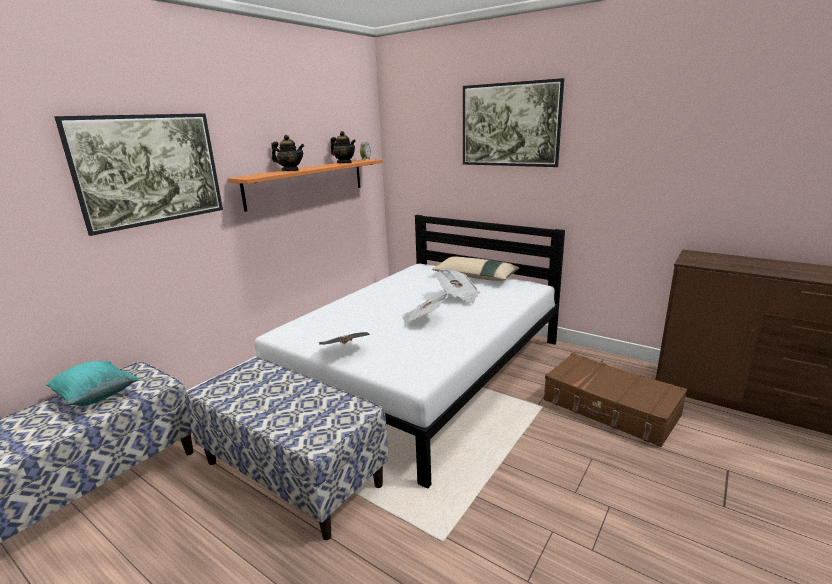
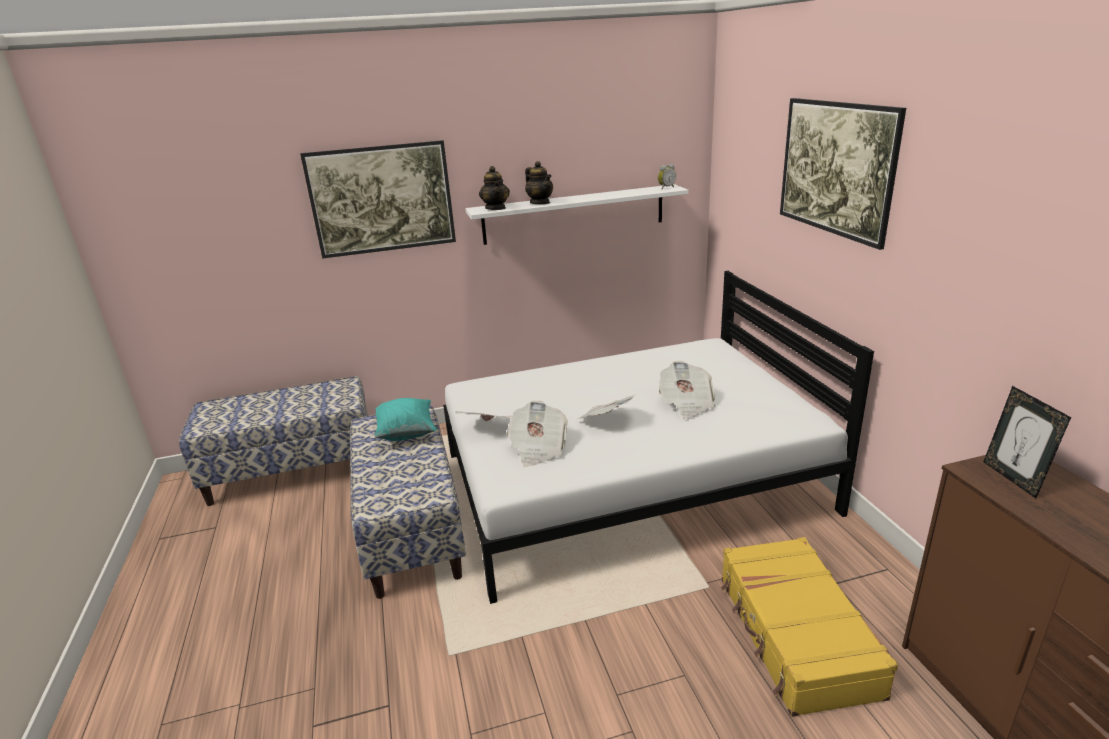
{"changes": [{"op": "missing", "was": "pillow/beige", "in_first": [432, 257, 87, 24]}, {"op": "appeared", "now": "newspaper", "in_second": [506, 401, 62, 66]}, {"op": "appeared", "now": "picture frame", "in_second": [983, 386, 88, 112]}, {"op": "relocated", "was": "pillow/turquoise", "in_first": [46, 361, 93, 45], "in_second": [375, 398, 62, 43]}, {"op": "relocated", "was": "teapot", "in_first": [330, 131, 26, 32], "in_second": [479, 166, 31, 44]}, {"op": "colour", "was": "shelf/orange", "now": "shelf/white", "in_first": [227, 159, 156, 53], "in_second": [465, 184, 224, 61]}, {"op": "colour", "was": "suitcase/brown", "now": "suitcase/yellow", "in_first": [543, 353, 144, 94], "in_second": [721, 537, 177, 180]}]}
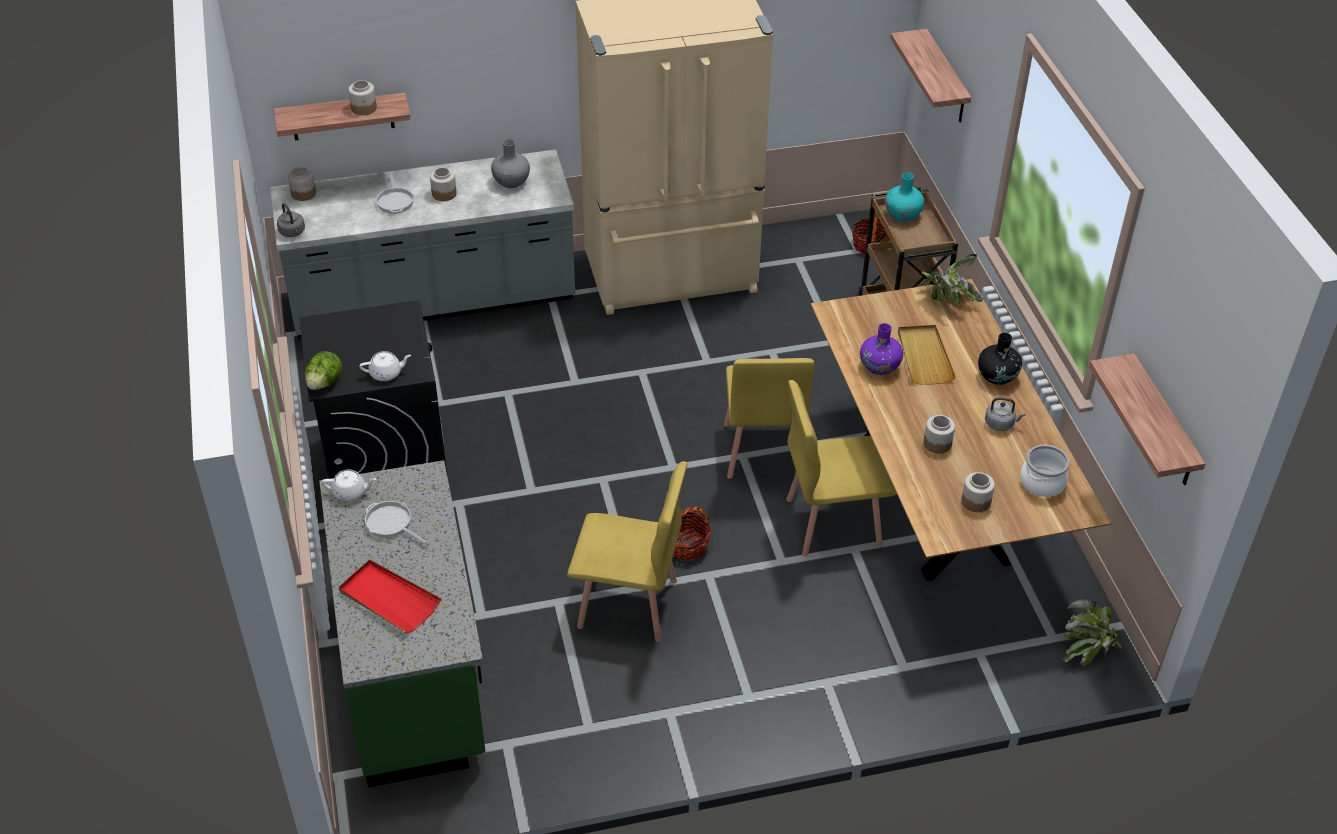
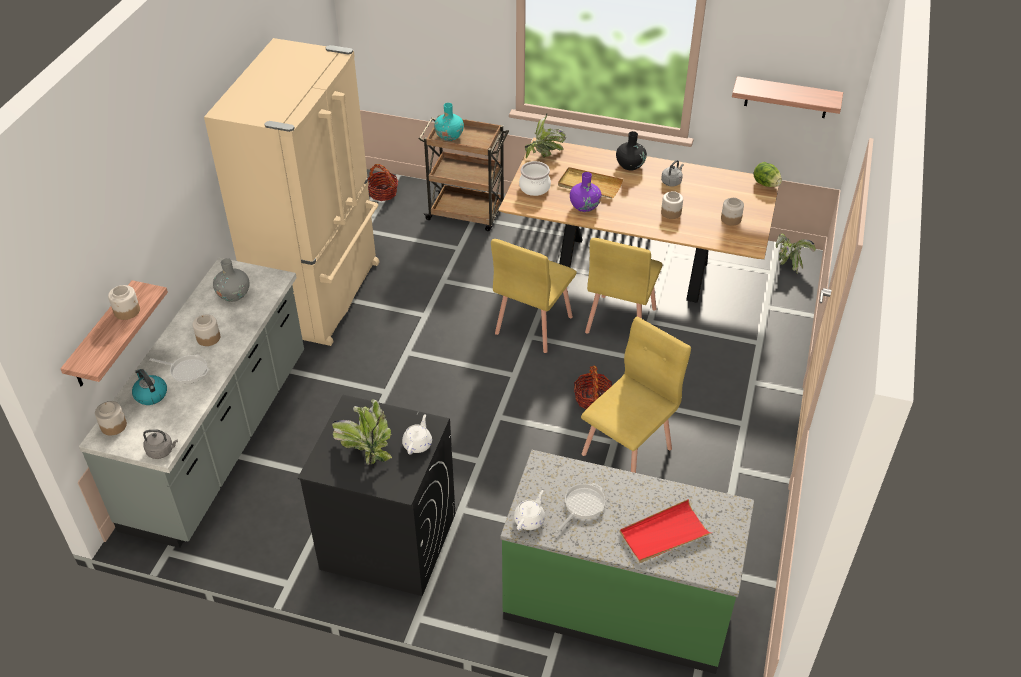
{"changes": [{"op": "missing", "was": "shelf", "in_first": [890, 29, 81, 93]}, {"op": "appeared", "now": "kettle", "in_second": [132, 369, 35, 36]}, {"op": "appeared", "now": "potted plant", "in_second": [332, 399, 60, 66]}, {"op": "relocated", "was": "lettuce", "in_first": [305, 351, 37, 39], "in_second": [754, 162, 28, 25]}, {"op": "relocated", "was": "cooking pot", "in_first": [1020, 445, 50, 52], "in_second": [519, 161, 32, 35]}, {"op": "spun", "was": "frying pan", "in_first": [365, 501, 65, 45], "in_second": [555, 483, 50, 51], "clockwise": 150}, {"op": "spun", "was": "chair/yellow", "in_first": [724, 358, 91, 121], "in_second": [491, 239, 86, 114], "clockwise": 90}]}
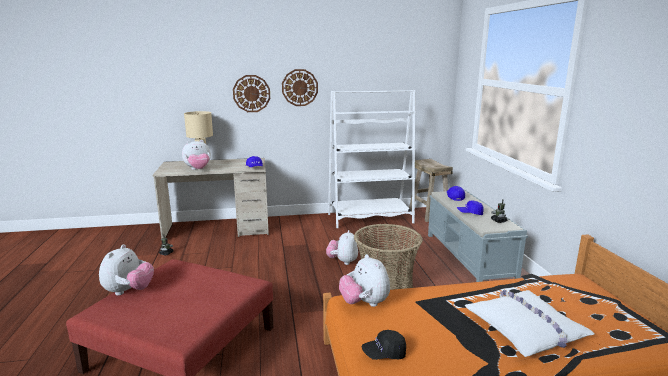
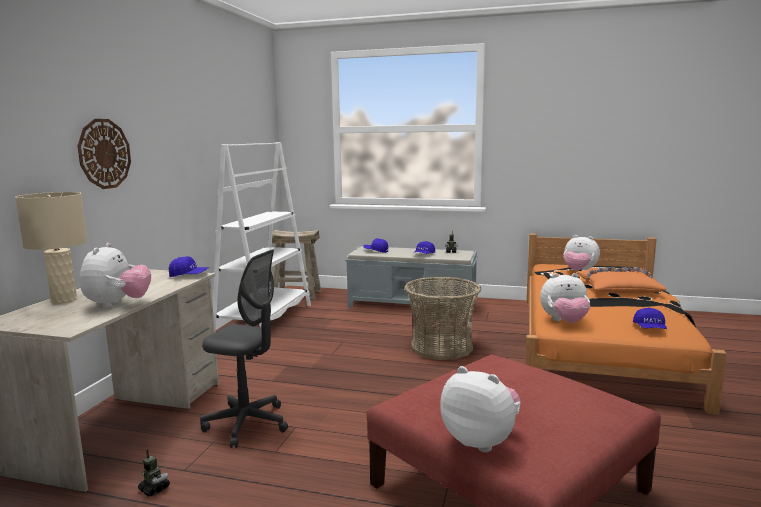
{"changes": [{"op": "missing", "was": "wall clock", "in_first": [282, 69, 36, 37]}, {"op": "appeared", "now": "office chair/grey", "in_second": [200, 249, 88, 199]}, {"op": "relocated", "was": "plush toy", "in_first": [326, 230, 32, 35], "in_second": [563, 235, 37, 36]}, {"op": "colour", "was": "cap/black", "now": "cap/blue", "in_first": [362, 330, 44, 30], "in_second": [633, 308, 34, 21]}, {"op": "colour", "was": "pillow/white", "now": "pillow/orange", "in_first": [465, 290, 130, 67], "in_second": [577, 267, 89, 27]}]}
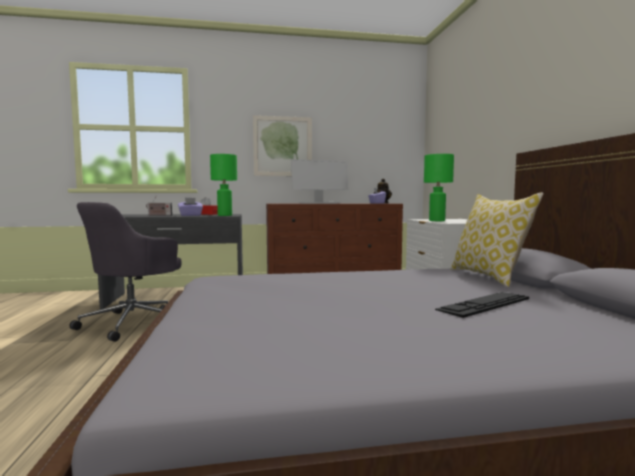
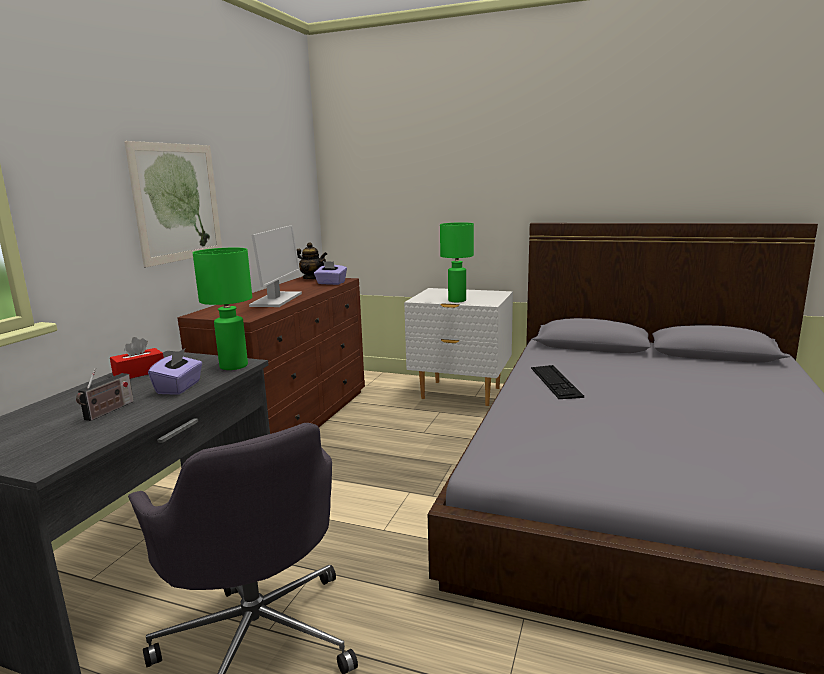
{"changes": [{"op": "missing", "was": "pillow", "in_first": [451, 192, 93, 95]}, {"op": "relocated", "was": "keyboard", "in_first": [435, 292, 94, 26], "in_second": [531, 365, 53, 34]}]}
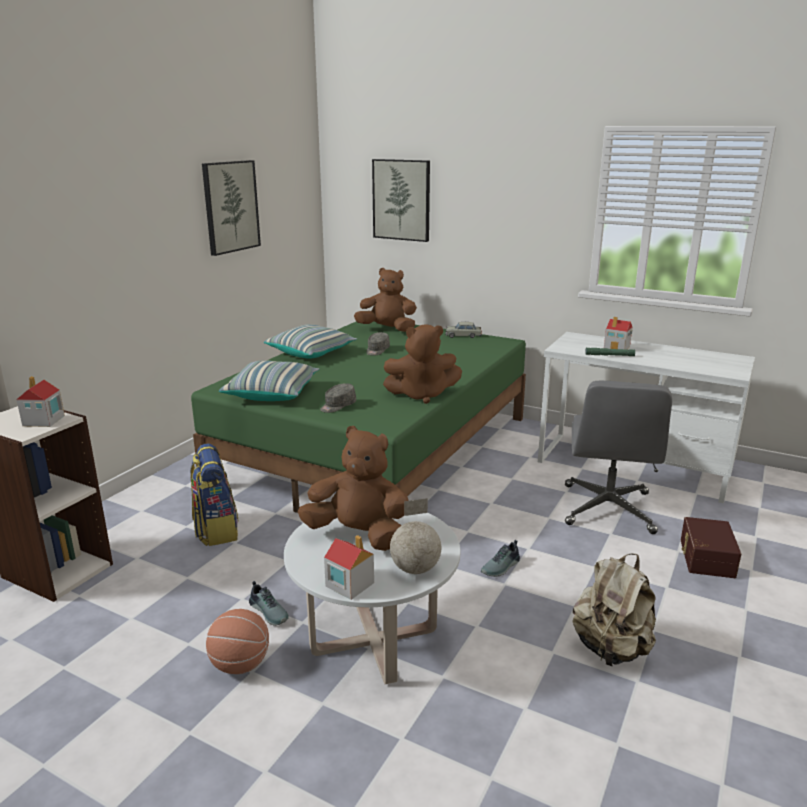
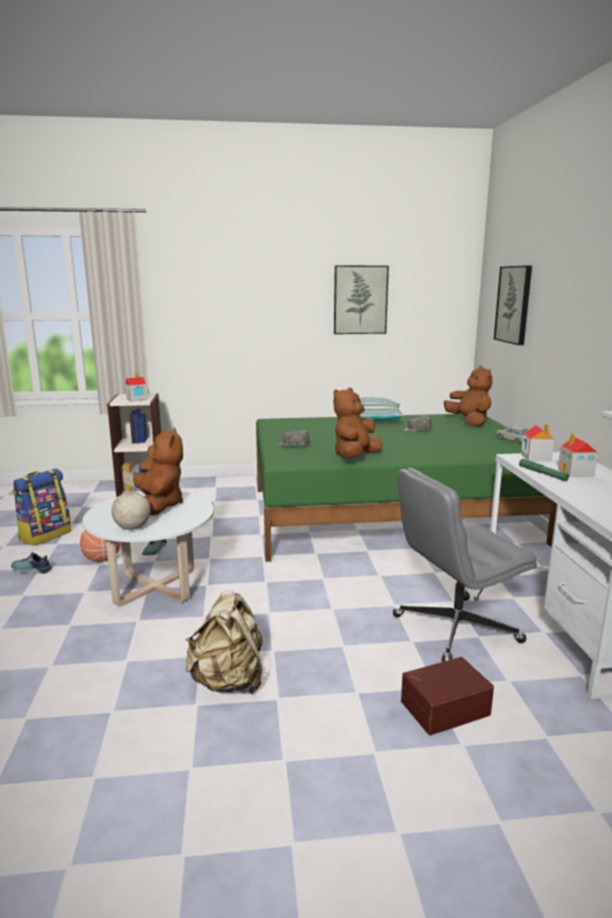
{"changes": [{"op": "missing", "was": "pillow", "in_first": [219, 360, 100, 41]}, {"op": "relocated", "was": "backpack", "in_first": [191, 443, 48, 103], "in_second": [13, 469, 59, 77]}, {"op": "relocated", "was": "toy house", "in_first": [324, 535, 50, 65], "in_second": [521, 424, 33, 38]}, {"op": "relocated", "was": "shoe", "in_first": [481, 540, 39, 37], "in_second": [11, 552, 41, 22]}, {"op": "spun", "was": "plush toy/brown", "in_first": [383, 324, 79, 80], "in_second": [333, 388, 49, 70], "clockwise": 75}]}
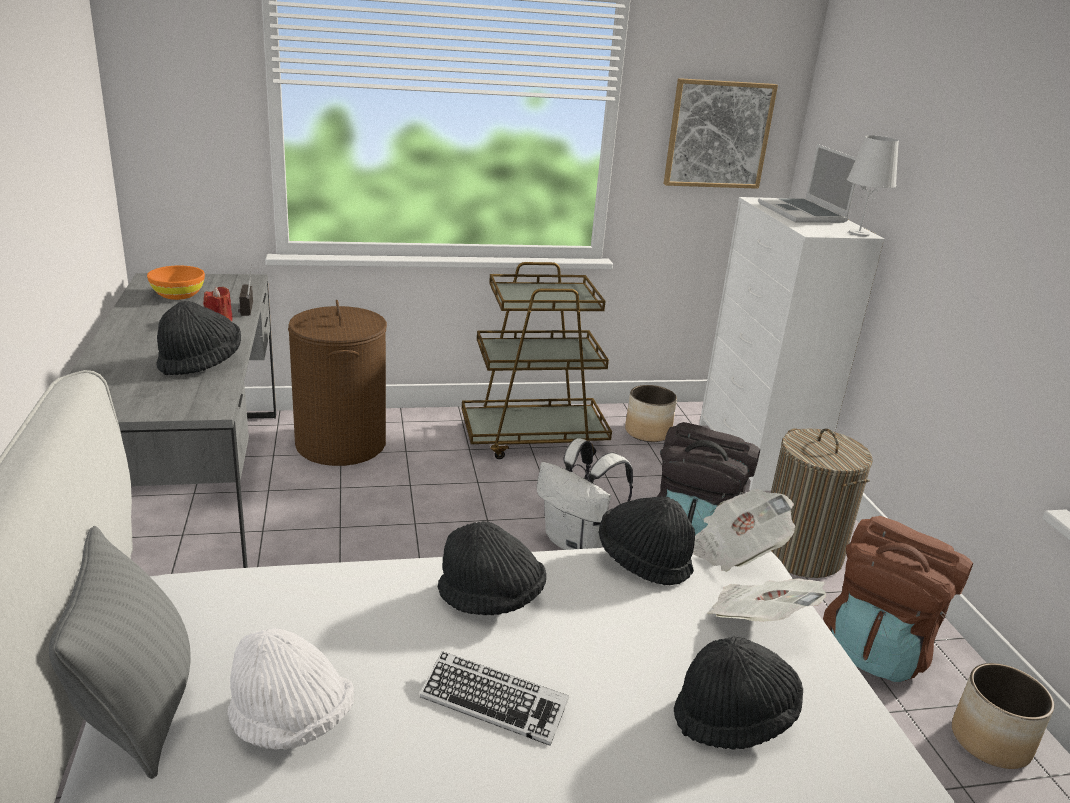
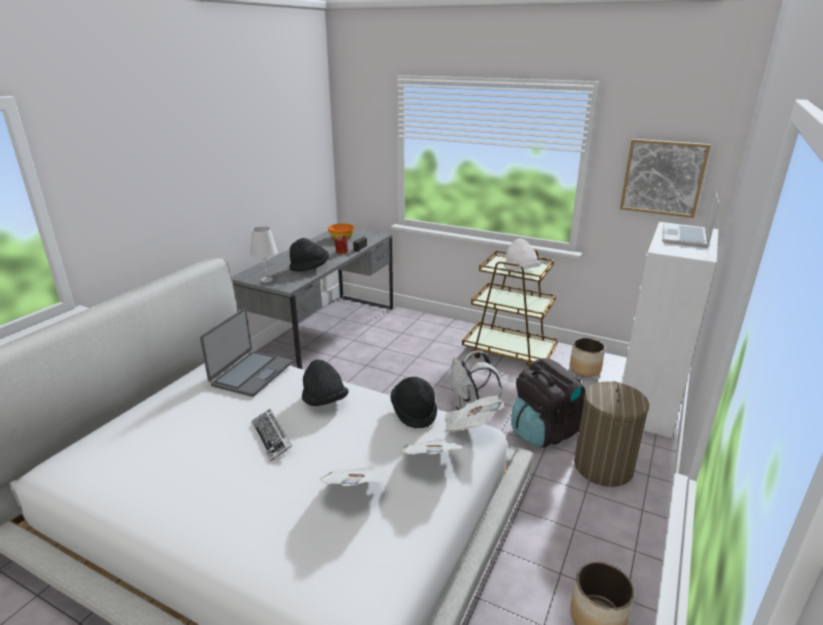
{"changes": [{"op": "missing", "was": "pillow/grey", "in_first": [49, 526, 142, 253]}, {"op": "missing", "was": "laundry basket/brown", "in_first": [288, 300, 99, 166]}, {"op": "missing", "was": "backpack/brown", "in_first": [823, 516, 150, 166]}, {"op": "appeared", "now": "laptop", "in_second": [200, 308, 92, 89]}, {"op": "relocated", "was": "hat/white", "in_first": [228, 629, 126, 121], "in_second": [504, 239, 37, 31]}, {"op": "relocated", "was": "table lamp/white", "in_first": [847, 135, 52, 102], "in_second": [250, 226, 28, 57]}, {"op": "exchanged", "was": "hat/black", "now": "newspaper", "in_first": [674, 636, 129, 114], "in_second": [319, 466, 69, 20]}]}
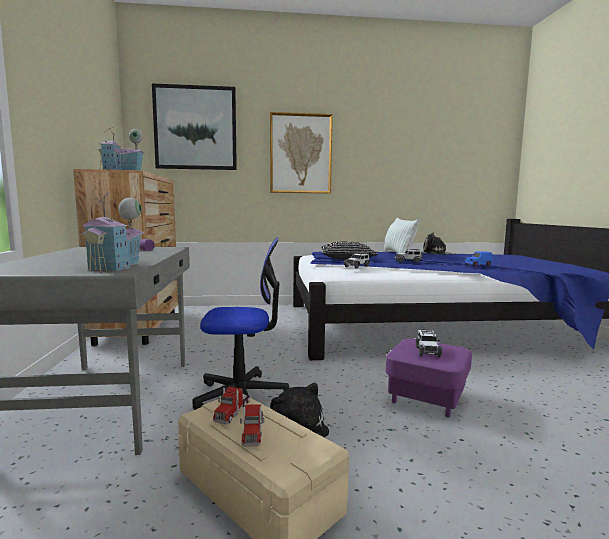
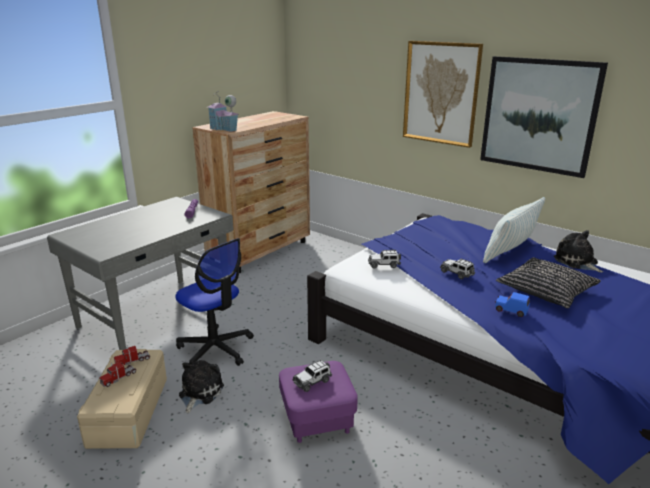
{"changes": [{"op": "missing", "was": "toy house", "in_first": [80, 192, 65, 80]}, {"op": "relocated", "was": "picture", "in_first": [152, 83, 85, 87], "in_second": [480, 56, 128, 122]}, {"op": "relocated", "was": "pillow/black", "in_first": [321, 242, 57, 18], "in_second": [496, 257, 105, 51]}]}
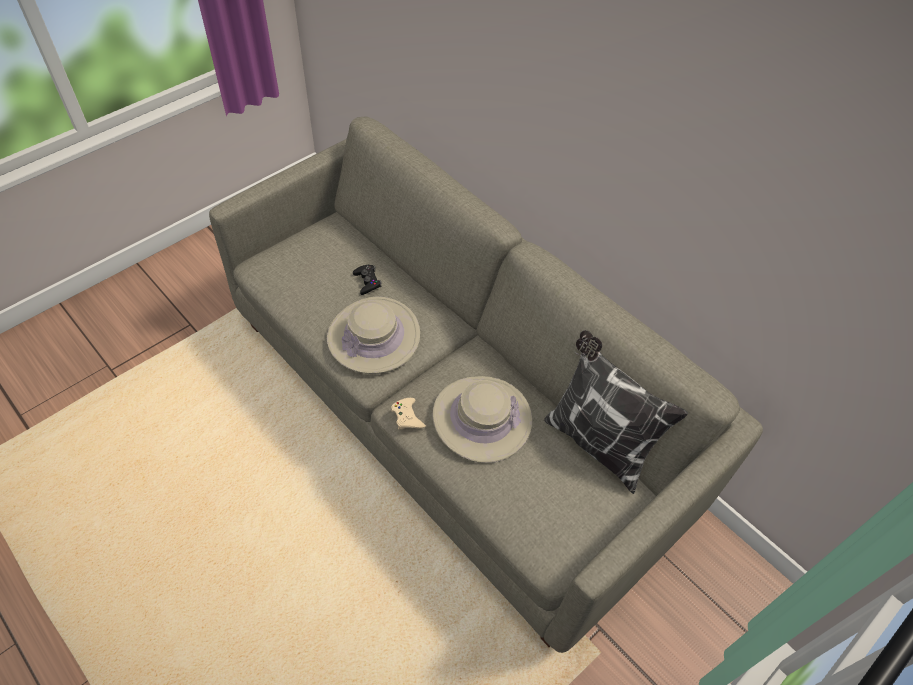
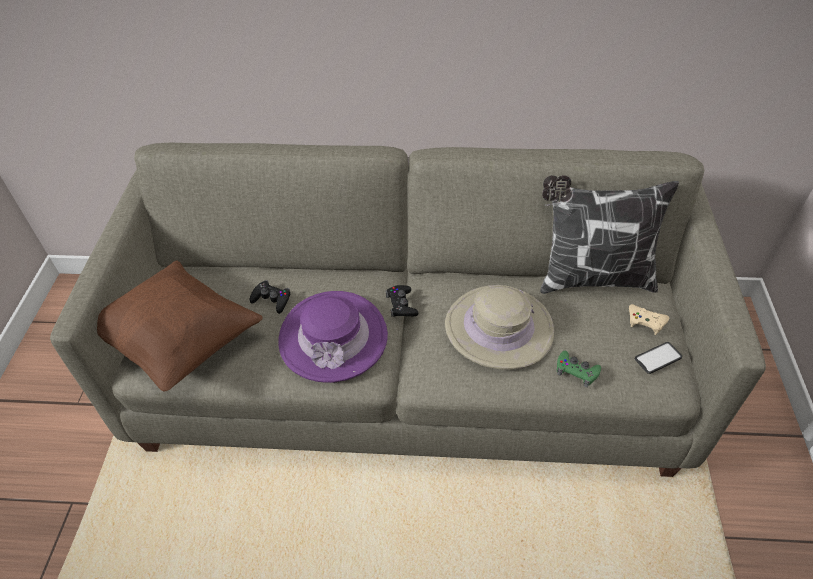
{"changes": [{"op": "appeared", "now": "pillow/brown", "in_second": [97, 261, 166, 130]}, {"op": "appeared", "now": "game controller/black", "in_second": [386, 285, 32, 32]}, {"op": "appeared", "now": "game controller/green", "in_second": [557, 351, 44, 36]}, {"op": "appeared", "now": "phone", "in_second": [635, 342, 47, 32]}, {"op": "relocated", "was": "game controller/beige", "in_first": [391, 398, 35, 31], "in_second": [629, 304, 41, 31]}, {"op": "colour", "was": "hat/beige", "now": "hat/purple", "in_first": [327, 297, 93, 77], "in_second": [278, 291, 110, 92]}]}
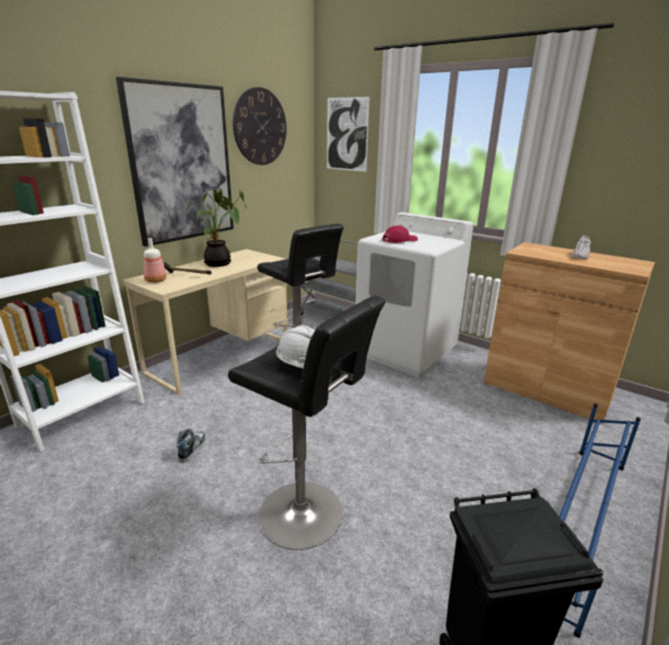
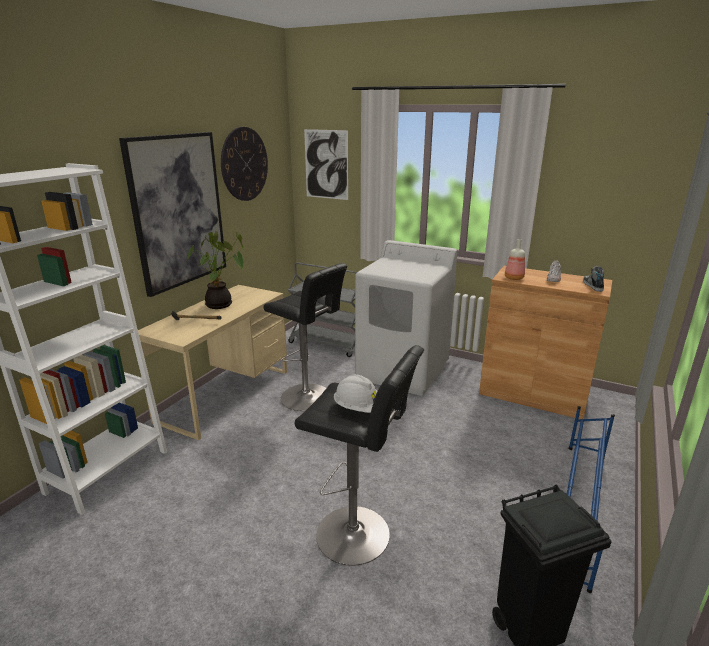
{"changes": [{"op": "missing", "was": "cap/red", "in_first": [382, 225, 36, 18]}, {"op": "relocated", "was": "bottle", "in_first": [144, 238, 23, 45], "in_second": [505, 239, 20, 41]}, {"op": "relocated", "was": "shoe", "in_first": [176, 428, 29, 35], "in_second": [583, 266, 21, 26]}]}
